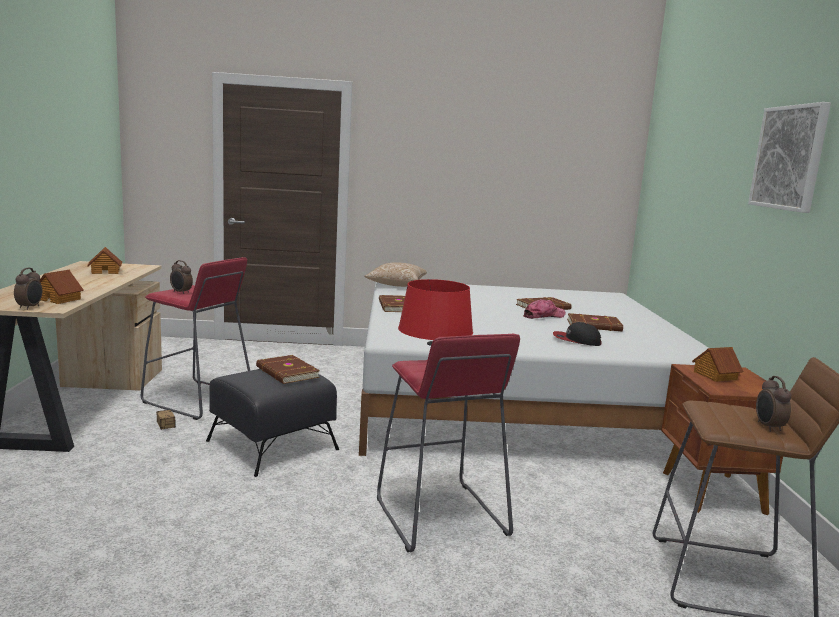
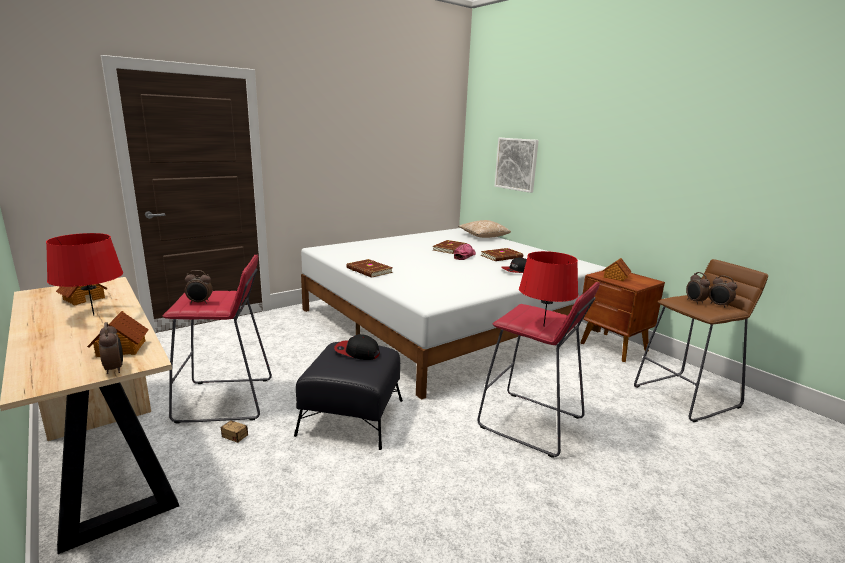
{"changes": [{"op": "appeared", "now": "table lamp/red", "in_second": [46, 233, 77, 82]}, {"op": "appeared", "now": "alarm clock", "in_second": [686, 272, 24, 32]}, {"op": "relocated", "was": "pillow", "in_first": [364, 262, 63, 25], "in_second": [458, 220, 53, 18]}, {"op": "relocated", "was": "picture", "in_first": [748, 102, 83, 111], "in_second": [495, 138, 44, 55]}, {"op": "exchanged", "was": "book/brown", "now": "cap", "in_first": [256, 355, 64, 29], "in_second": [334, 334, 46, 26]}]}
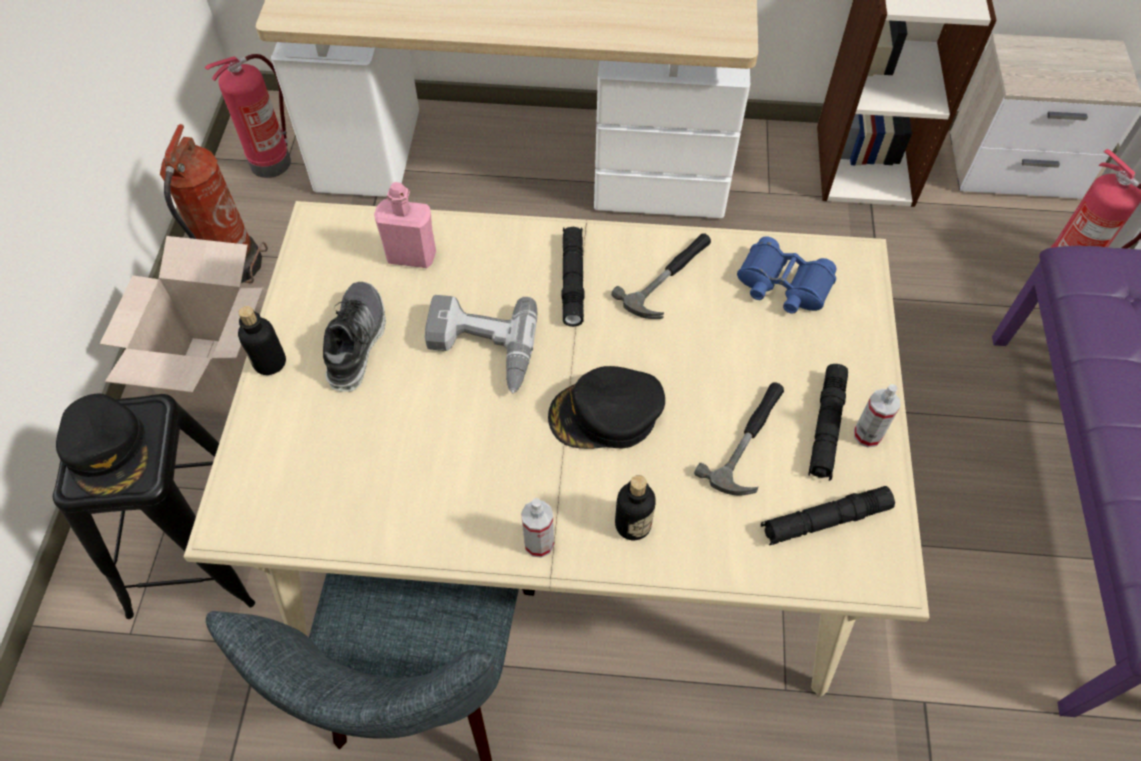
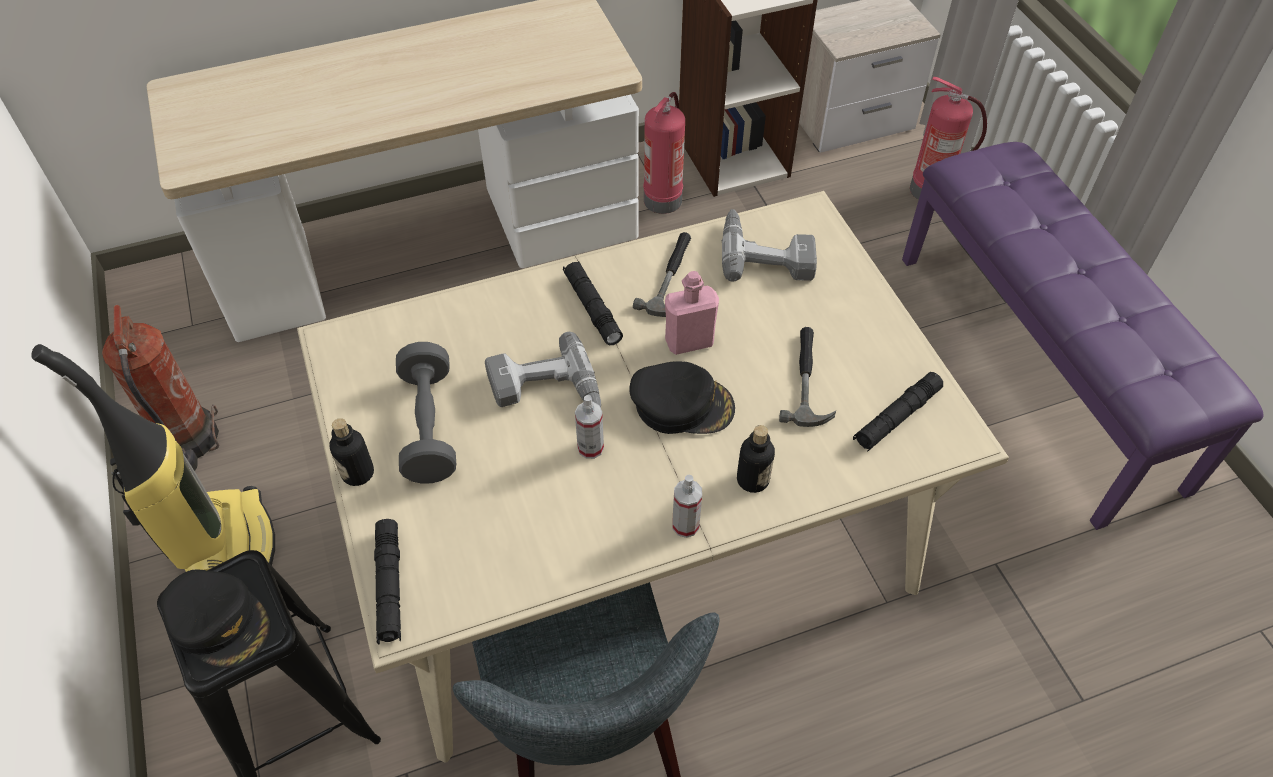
{"changes": [{"op": "relocated", "was": "fire extinguisher", "in_first": [205, 54, 86, 124], "in_second": [643, 92, 42, 122]}, {"op": "relocated", "was": "bottle/pink", "in_first": [374, 182, 62, 86], "in_second": [665, 271, 54, 84]}, {"op": "relocated", "was": "flashlight/black", "in_first": [808, 364, 40, 117], "in_second": [374, 519, 27, 125]}, {"op": "relocated", "was": "spray bottle", "in_first": [854, 384, 46, 64], "in_second": [575, 395, 29, 64]}, {"op": "exchanged", "was": "cardboard box", "now": "vacuum cleaner", "in_first": [100, 236, 164, 178], "in_second": [31, 344, 244, 228]}, {"op": "exchanged", "was": "shoe", "now": "dumbbell/grey", "in_first": [323, 282, 63, 110], "in_second": [396, 342, 60, 142]}, {"op": "exchanged", "was": "binoculars/blue", "now": "power drill", "in_first": [737, 236, 99, 78], "in_second": [722, 209, 95, 72]}, {"op": "spun", "was": "cap/black", "in_first": [548, 366, 117, 83], "in_second": [629, 361, 106, 73], "clockwise": -135}]}
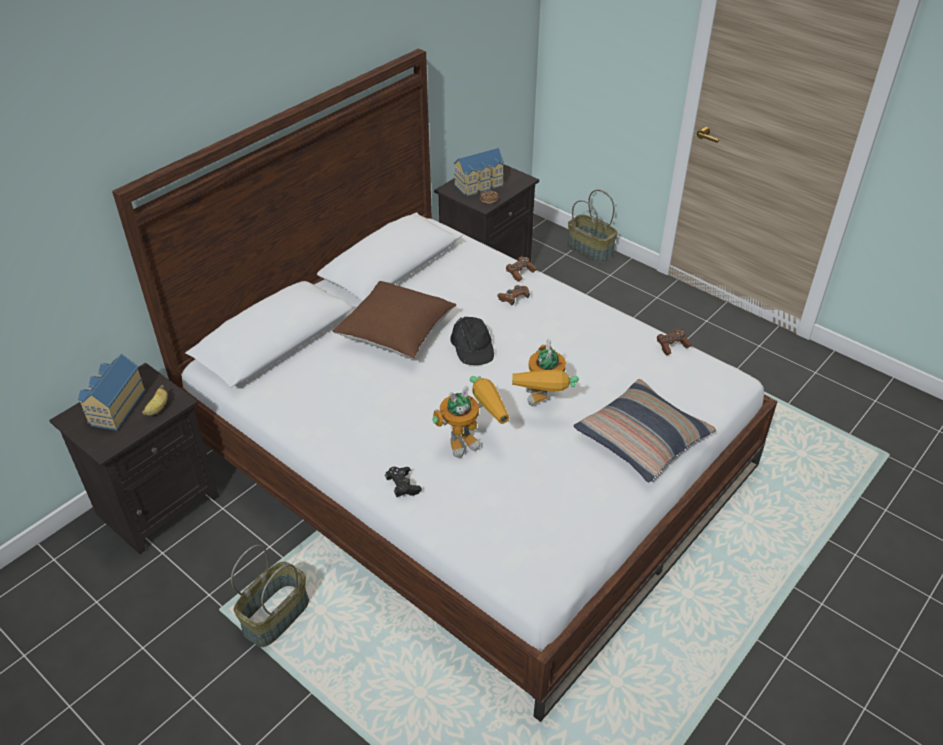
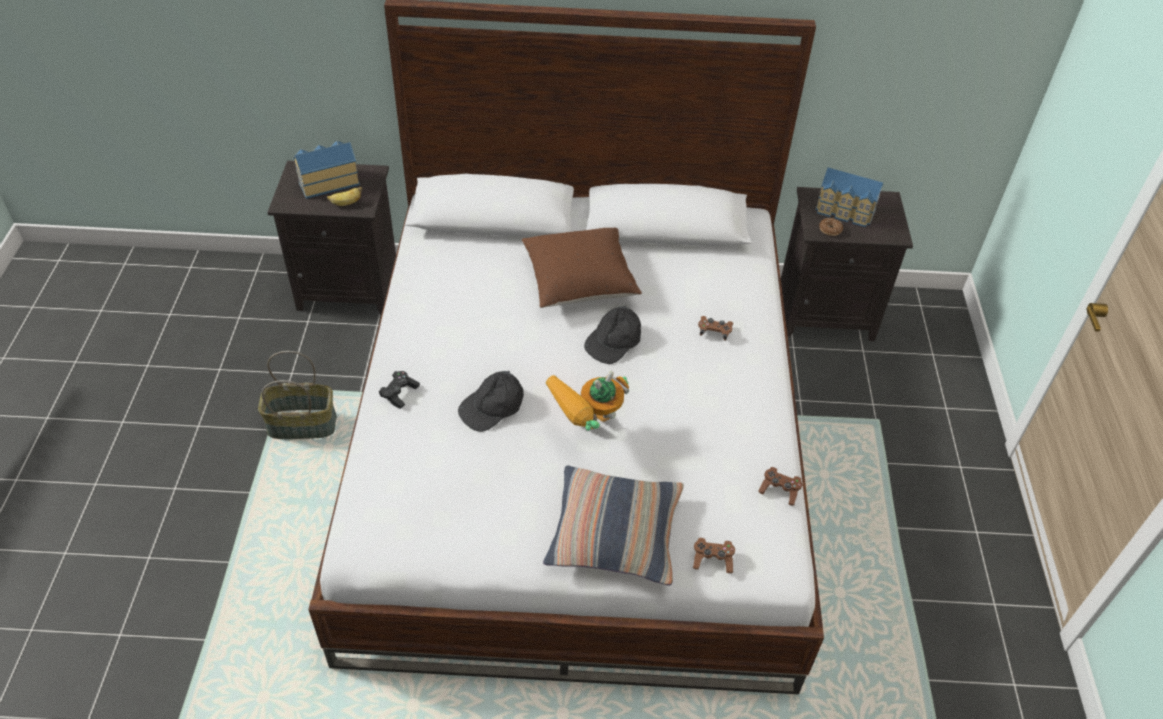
{"changes": [{"op": "missing", "was": "basket", "in_first": [567, 190, 51, 74]}, {"op": "relocated", "was": "game controller/brown", "in_first": [506, 256, 31, 26], "in_second": [693, 538, 42, 35]}, {"op": "exchanged", "was": "toy robot", "now": "cap/black", "in_first": [432, 376, 78, 82], "in_second": [458, 371, 66, 61]}]}
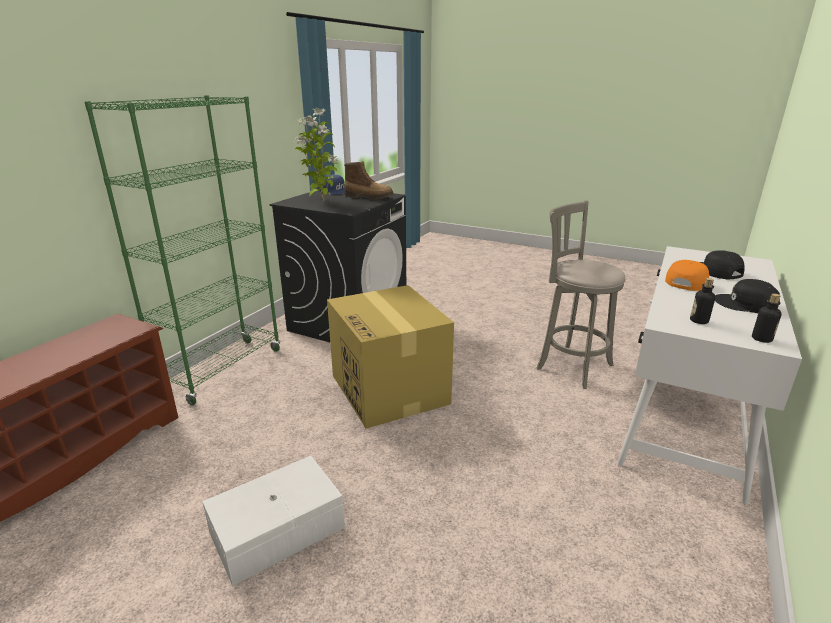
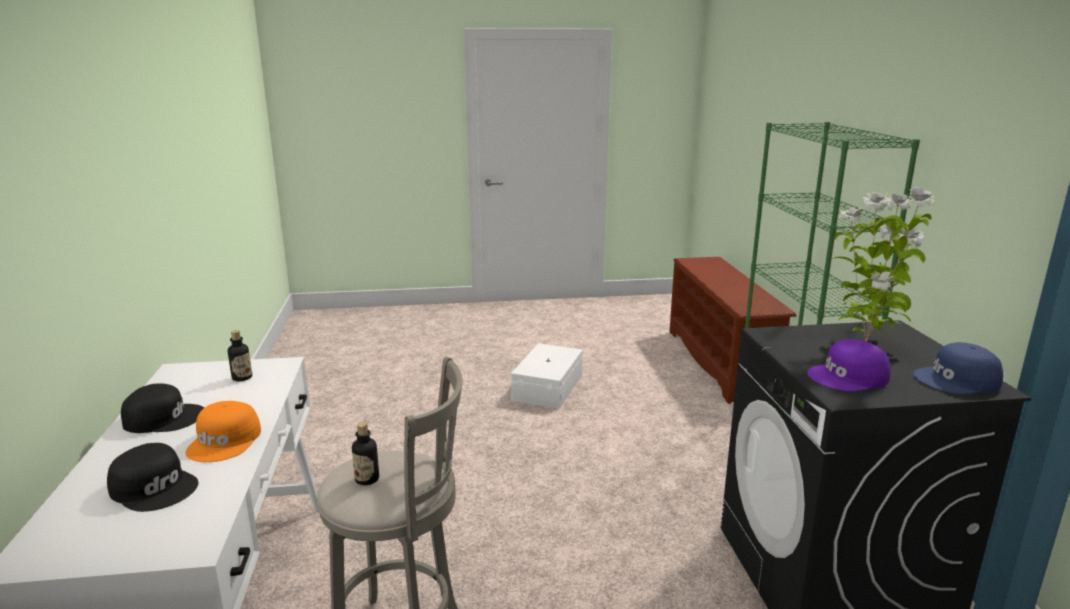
{"changes": [{"op": "missing", "was": "cardboard box", "in_first": [327, 285, 127, 143]}, {"op": "relocated", "was": "bottle", "in_first": [752, 293, 30, 50], "in_second": [352, 422, 27, 63]}, {"op": "exchanged", "was": "boot", "now": "cap/purple", "in_first": [344, 161, 50, 39], "in_second": [807, 339, 84, 53]}]}
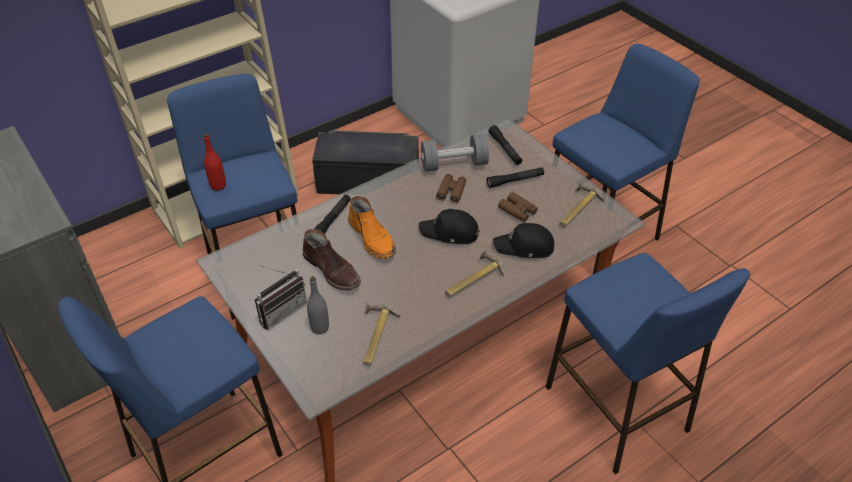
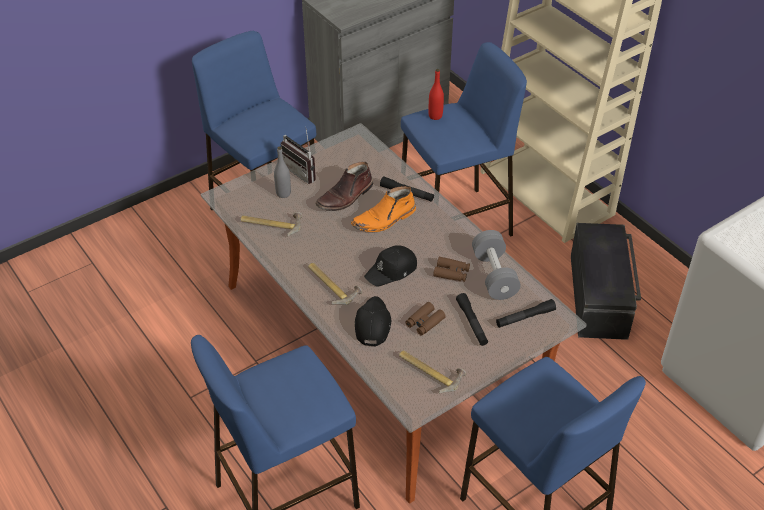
{"changes": [{"op": "spun", "was": "cap/black", "in_first": [419, 209, 61, 35], "in_second": [364, 245, 53, 42], "clockwise": -135}]}
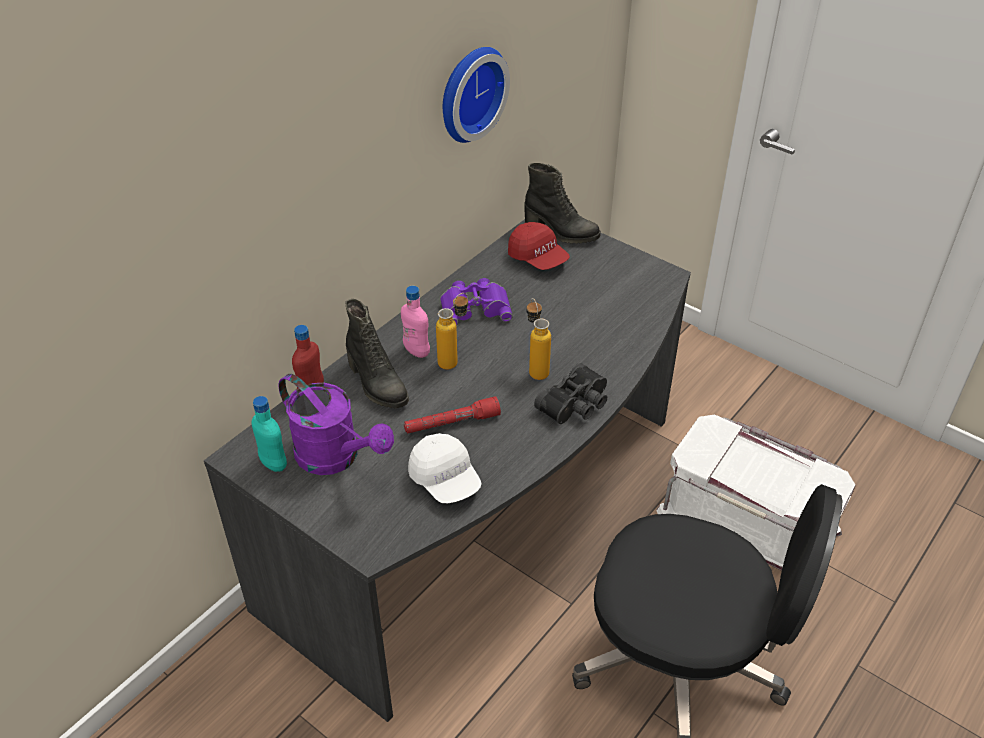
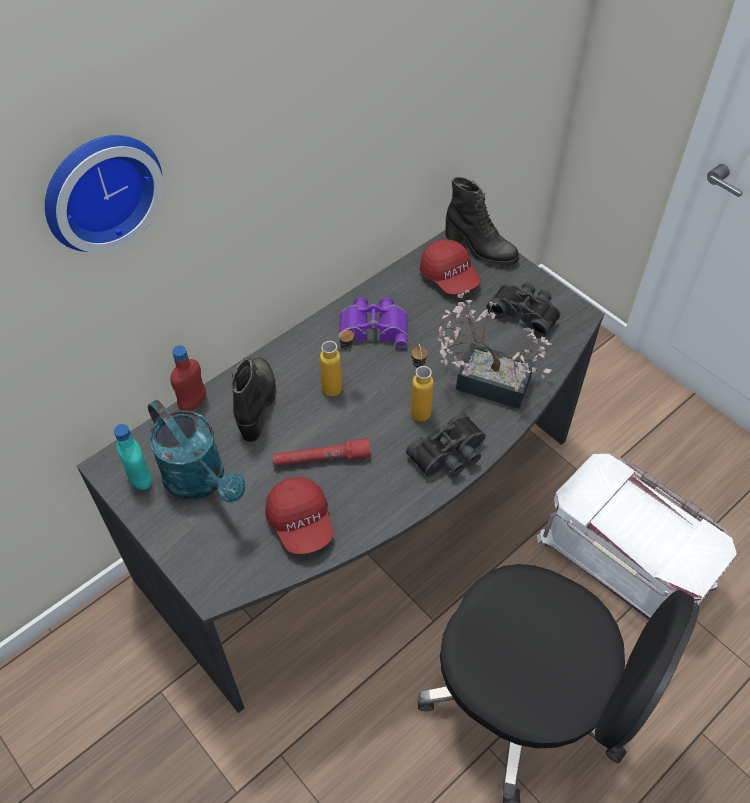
{"changes": [{"op": "missing", "was": "bottle/pink", "in_first": [401, 286, 29, 72]}, {"op": "appeared", "now": "potted plant", "in_second": [438, 290, 114, 119]}, {"op": "appeared", "now": "binoculars/black", "in_second": [486, 282, 75, 56]}, {"op": "relocated", "was": "wall clock", "in_first": [443, 47, 67, 96], "in_second": [45, 135, 118, 118]}, {"op": "colour", "was": "watering can/purple", "now": "watering can/turquoise", "in_first": [279, 374, 115, 101], "in_second": [148, 400, 98, 103]}, {"op": "colour", "was": "cap/white", "now": "cap/red", "in_first": [408, 433, 74, 70], "in_second": [265, 477, 68, 77]}, {"op": "spun", "was": "boot/black", "in_first": [345, 299, 64, 110], "in_second": [231, 356, 45, 86], "clockwise": -150}]}
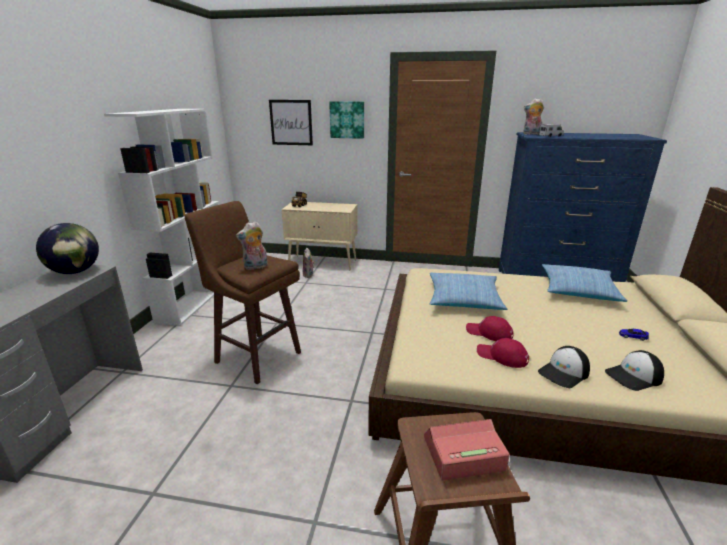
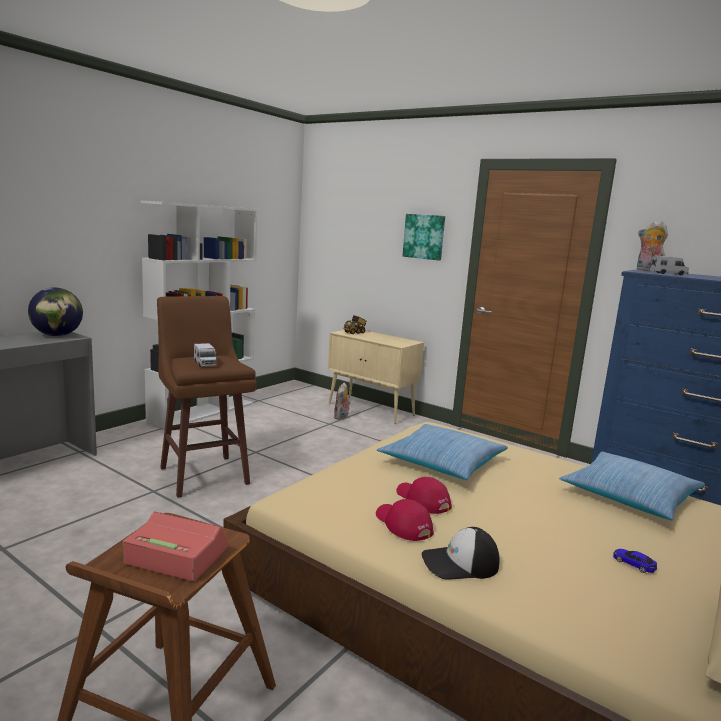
{"changes": [{"op": "missing", "was": "picture", "in_first": [269, 100, 44, 45]}, {"op": "missing", "was": "cap", "in_first": [605, 350, 59, 41]}, {"op": "exchanged", "was": "plush toy", "now": "toy truck", "in_first": [236, 221, 32, 49], "in_second": [194, 343, 23, 24]}]}
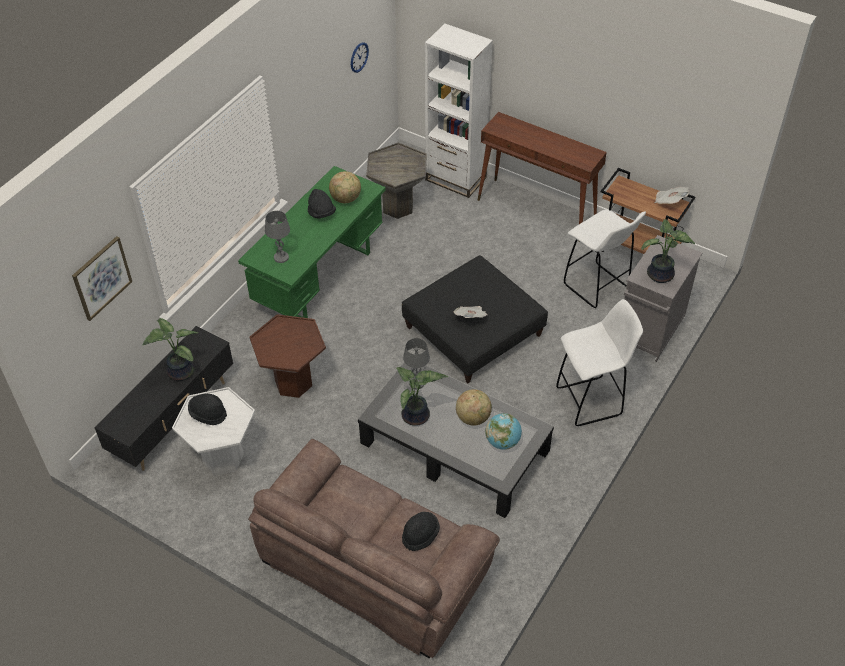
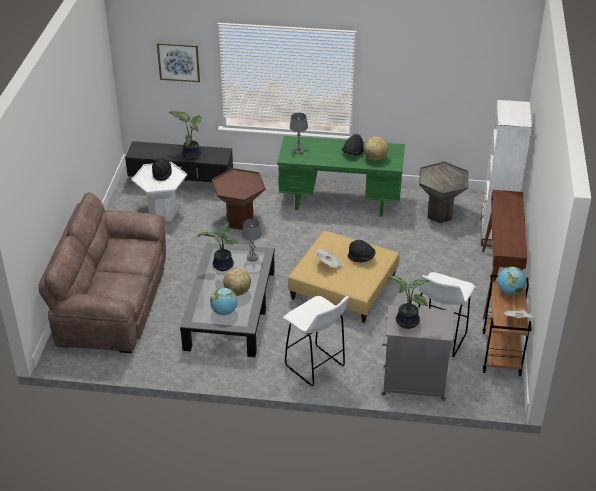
{"changes": [{"op": "missing", "was": "wall clock", "in_first": [351, 42, 18, 31]}, {"op": "appeared", "now": "globe", "in_second": [497, 266, 29, 29]}, {"op": "relocated", "was": "hat/black", "in_first": [402, 512, 38, 39], "in_second": [348, 240, 27, 22]}, {"op": "colour", "was": "ottoman/black", "now": "ottoman/beige", "in_first": [401, 255, 147, 128], "in_second": [288, 231, 112, 92]}]}
